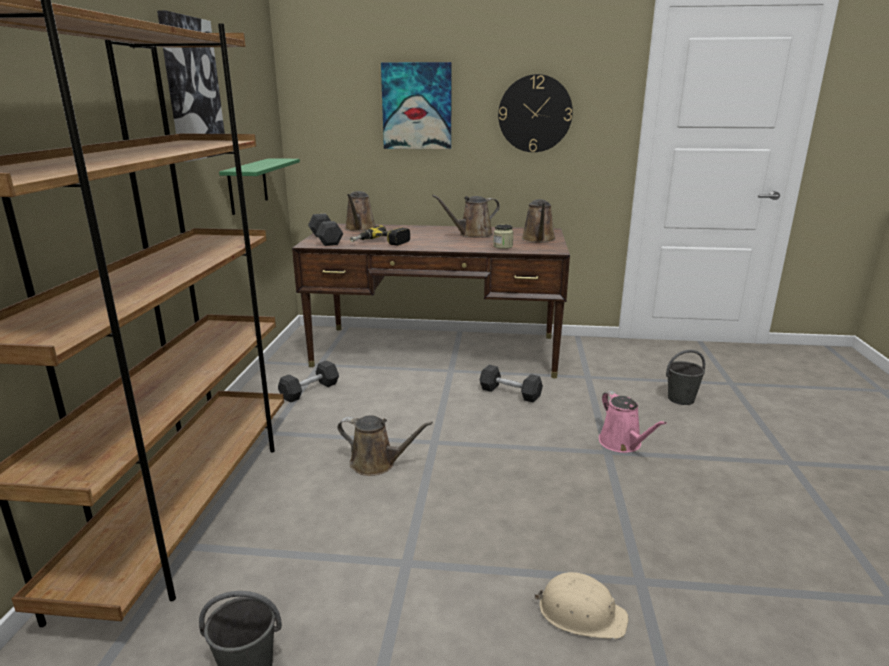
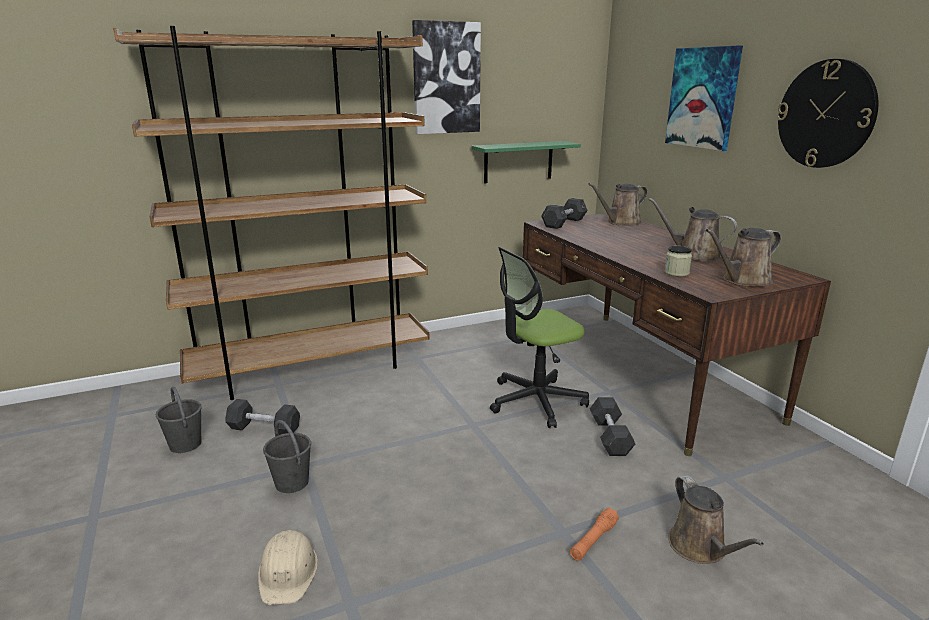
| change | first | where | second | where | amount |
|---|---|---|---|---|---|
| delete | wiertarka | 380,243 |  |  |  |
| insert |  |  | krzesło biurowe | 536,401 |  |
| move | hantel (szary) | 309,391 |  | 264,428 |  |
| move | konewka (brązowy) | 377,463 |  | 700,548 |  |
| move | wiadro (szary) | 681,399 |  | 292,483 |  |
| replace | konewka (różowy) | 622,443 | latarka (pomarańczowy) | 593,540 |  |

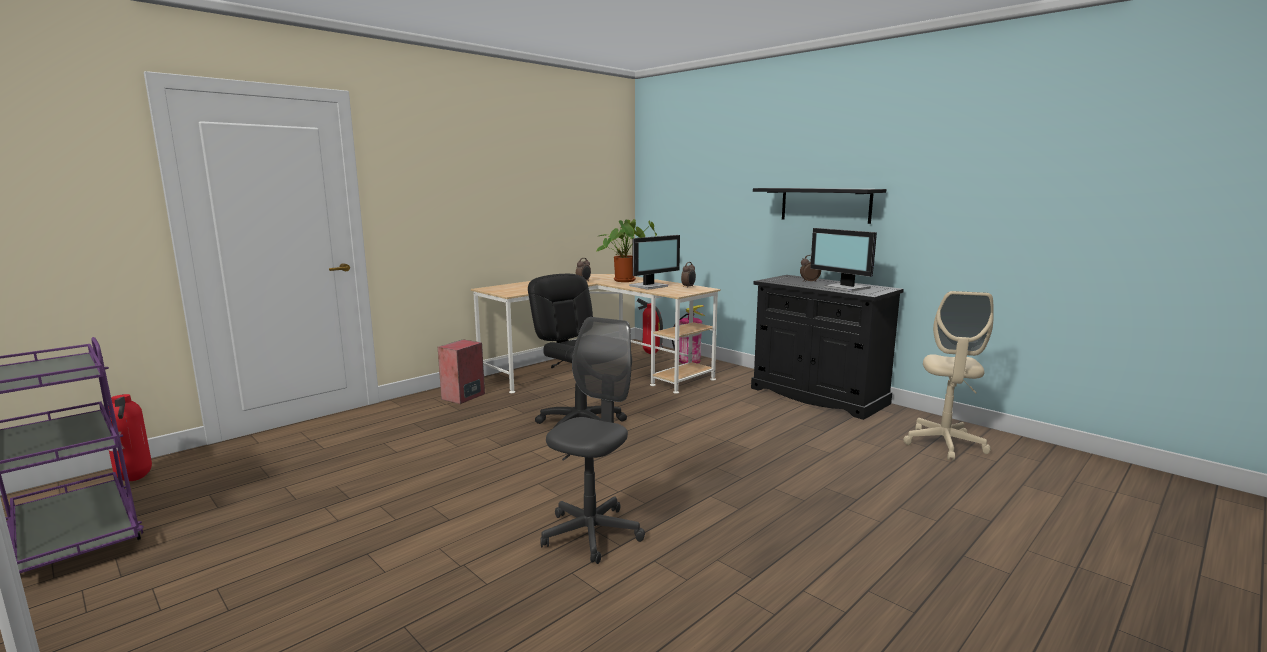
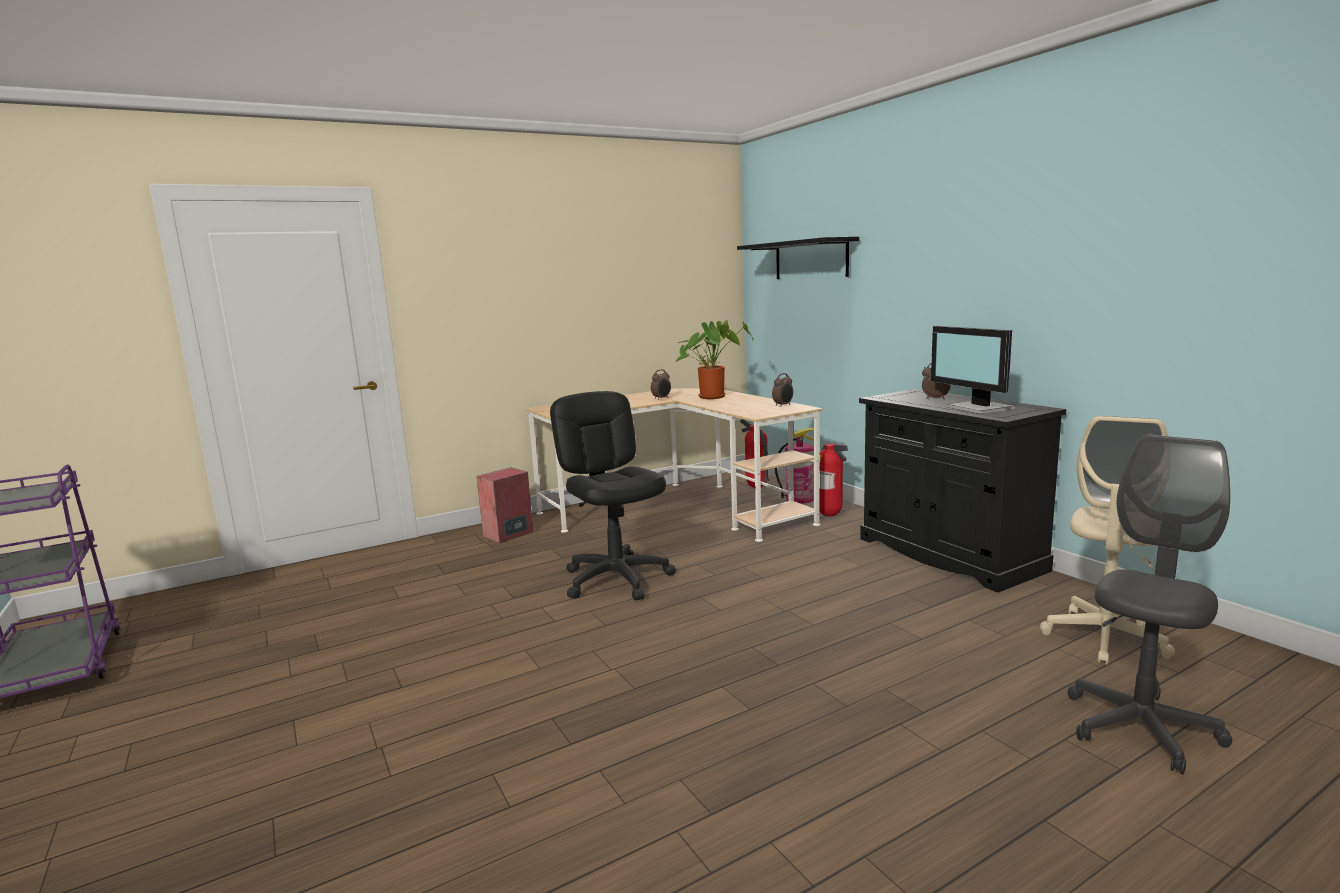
| change | first | where | second | where | amount |
|---|---|---|---|---|---|
| delete | monitor | 650,286 |  |  |  |
| move | gaśnica | 136,479 |  | 830,515 |  |
| move | krzesło biurowe (szary) | 591,534 |  | 1140,728 |  |
| move | półka (czarny) | 825,205 |  | 811,259 |  |

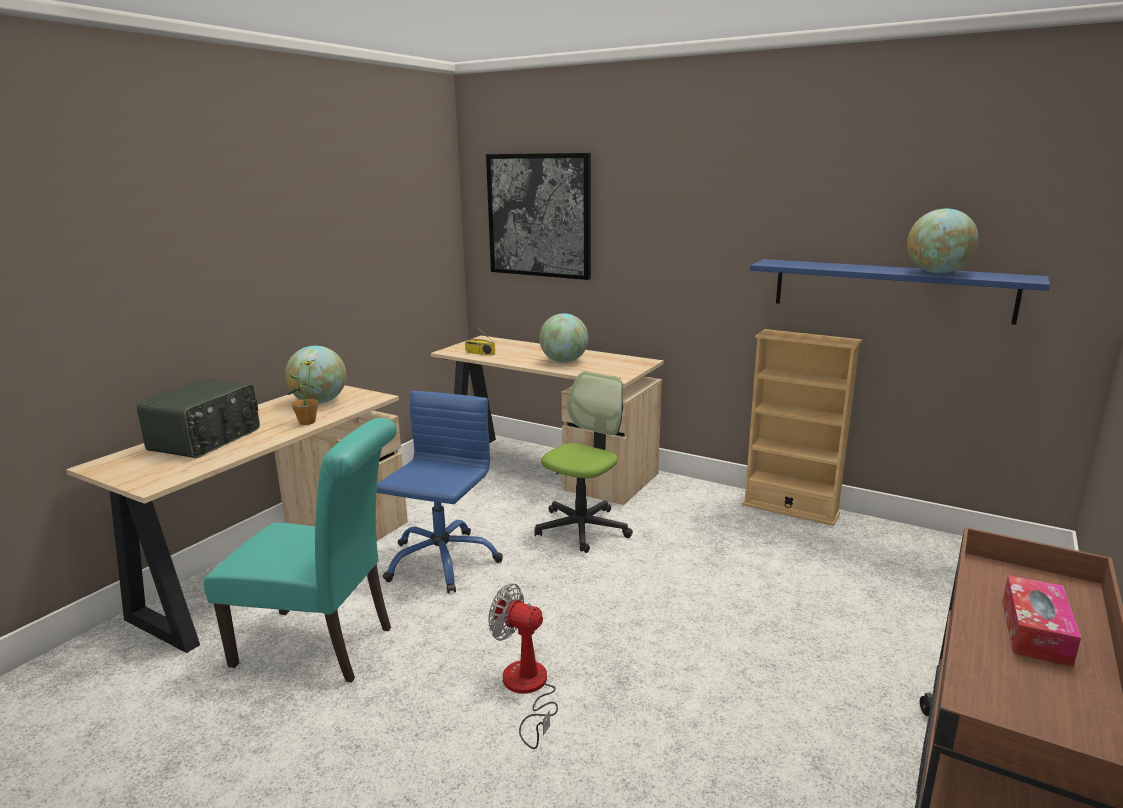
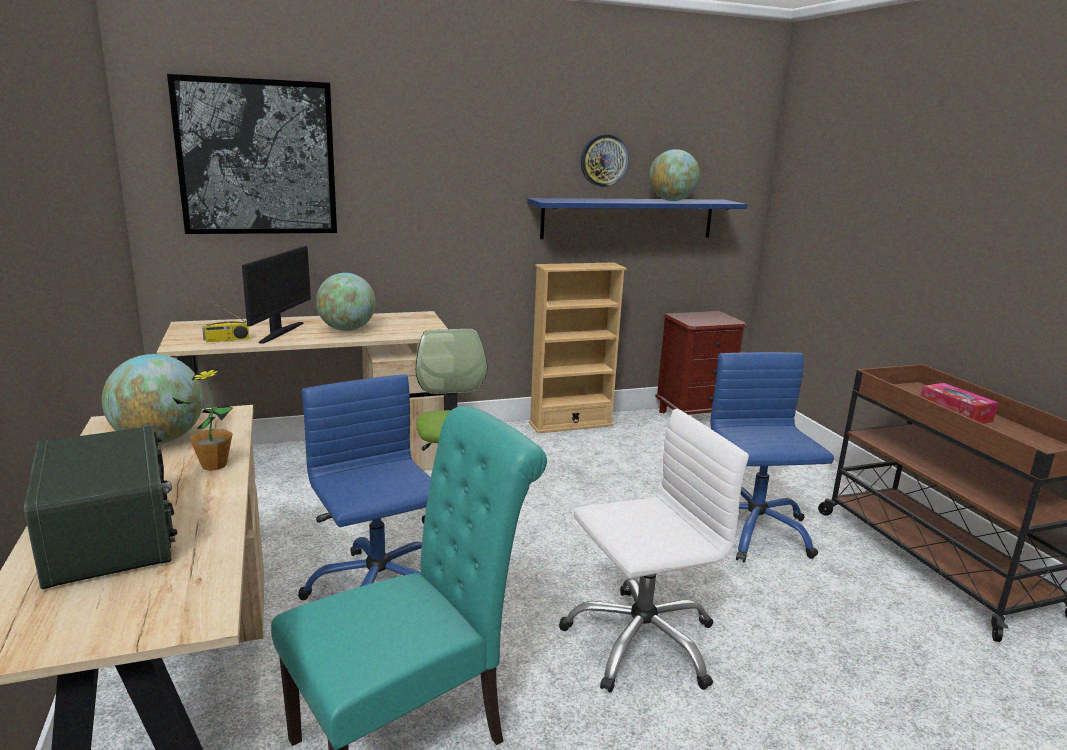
| change | first | where | second | where | amount |
|---|---|---|---|---|---|
| insert |  |  | monitor | 279,332 |  |
| insert |  |  | zegar ścienny | 604,160 |  |
| insert |  |  | szafka nocna (brązowy) | 694,416 |  |
| insert |  |  | krzesło biurowe (niebieski) | 753,531 |  |
| replace | wentylator | 527,690 | krzesło biurowe (biały) | 641,641 |  |

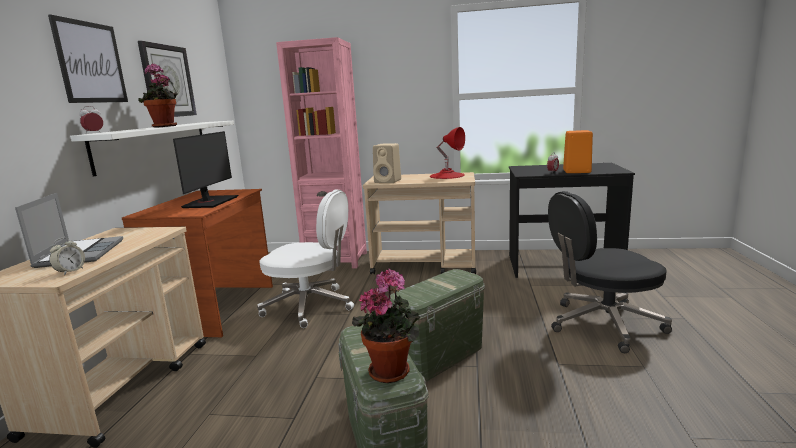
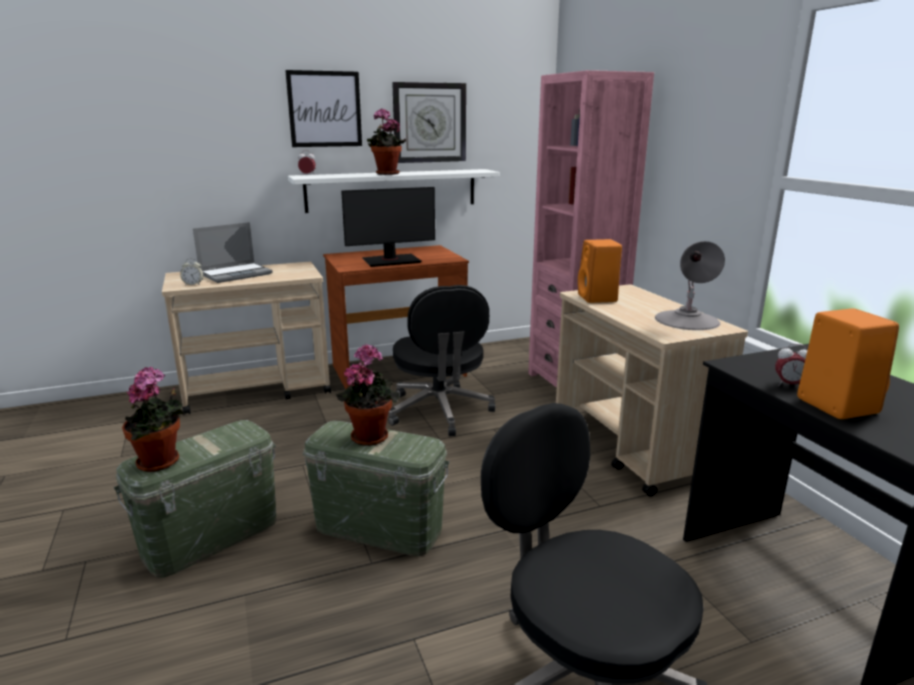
| change | first | where | second | where | amount |
|---|---|---|---|---|---|
| insert |  |  | roślina doniczkowa | 370,435 |  |
| recolor | krzesło biurowe (biały) | 310,306 | krzesło biurowe (czarny) | 440,411 |  |
| recolor | głośnik (beżowy) | 388,181 | głośnik (pomarańczowy) | 598,298 |  |
| recolor | lampa stołowa (czerwony) | 447,175 | lampa stołowa (szary) | 687,320 |  |

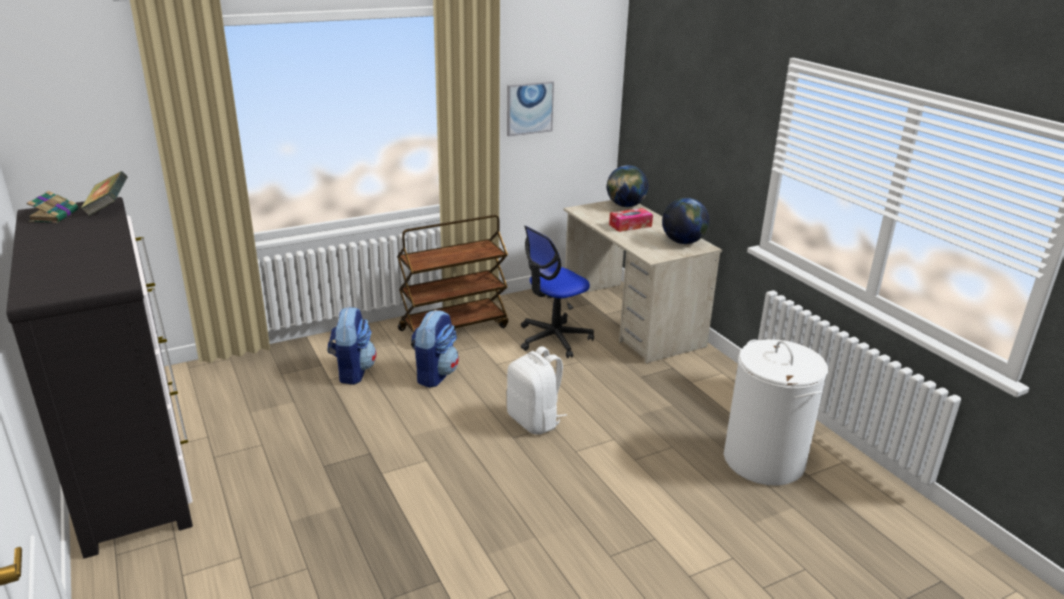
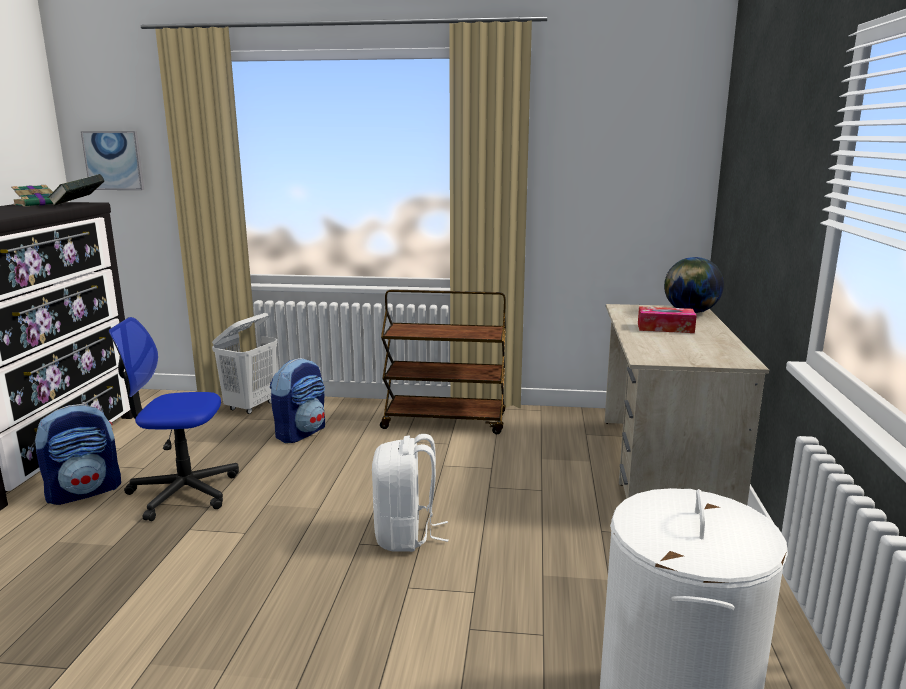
| change | first | where | second | where | amount |
|---|---|---|---|---|---|
| delete | globus | 683,242 |  |  |  |
| insert |  |  | kosz na pranie (biały) | 251,407 |  |
| move | plecak | 435,374 |  | 85,491 |  |
| move | obraz | 529,108 |  | 114,160 |  |
| move | krzesło biurowe | 554,339 |  | 183,492 |  |

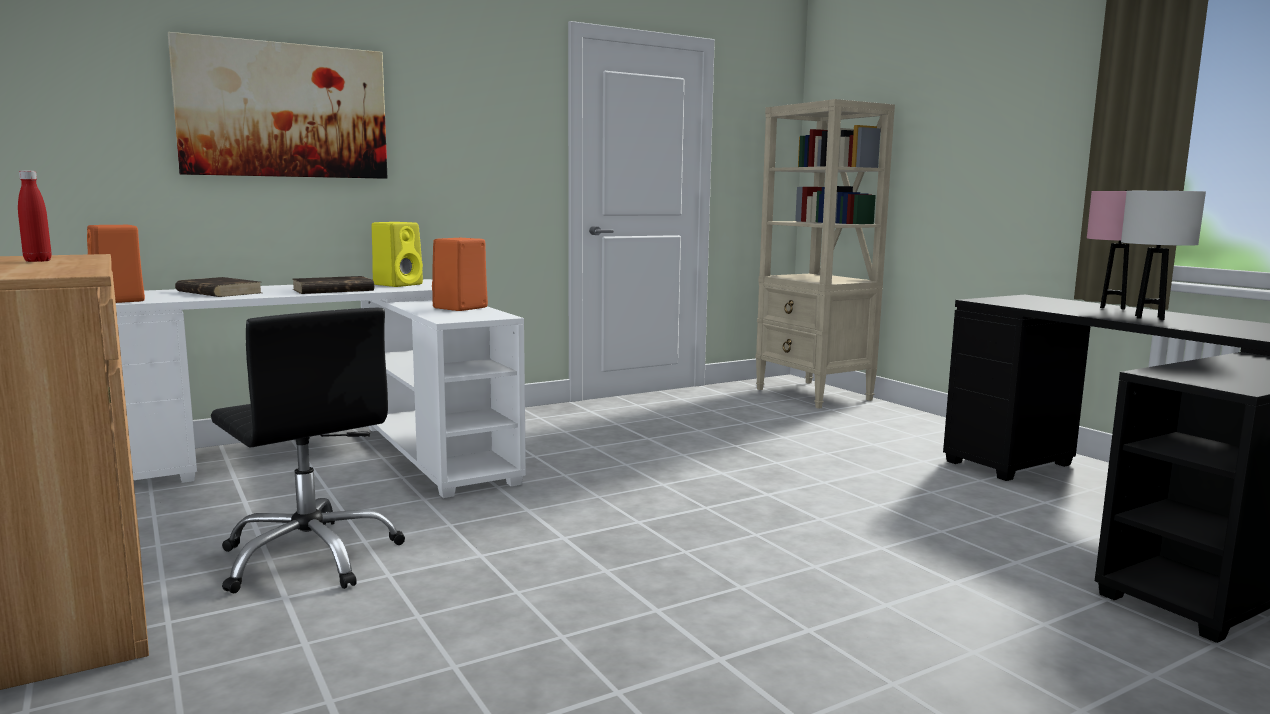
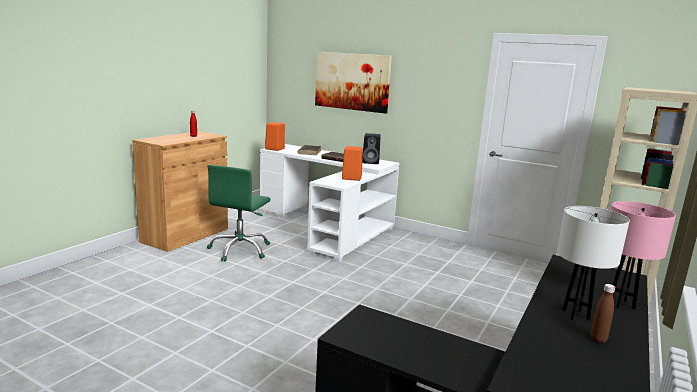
| change | first | where | second | where | amount |
|---|---|---|---|---|---|
| insert |  |  | butelka (brązowy) | 598,339 |  |
| recolor | krzesło biurowe (czarny) | 310,557 | krzesło biurowe (zielony) | 240,250 |  |
| recolor | głośnik (żółty) | 399,284 | głośnik (czarny) | 371,162 |  |

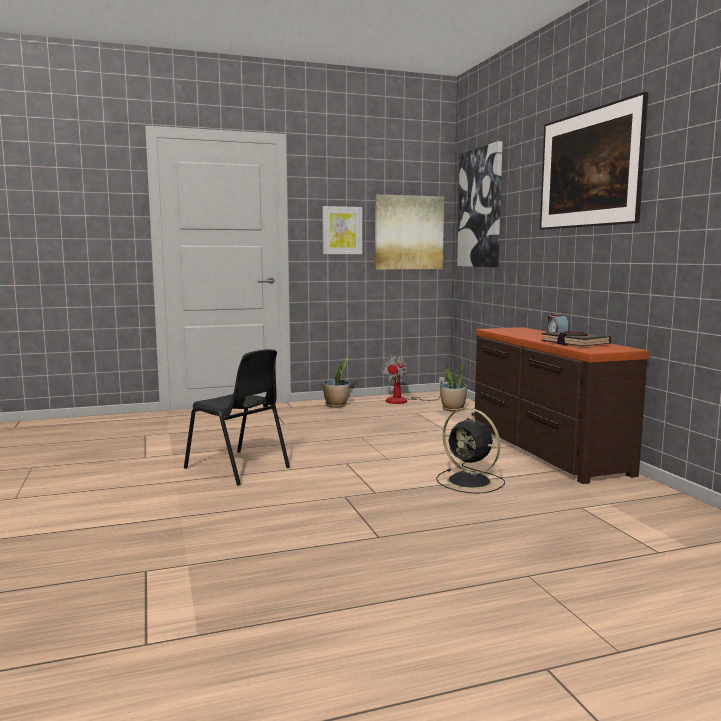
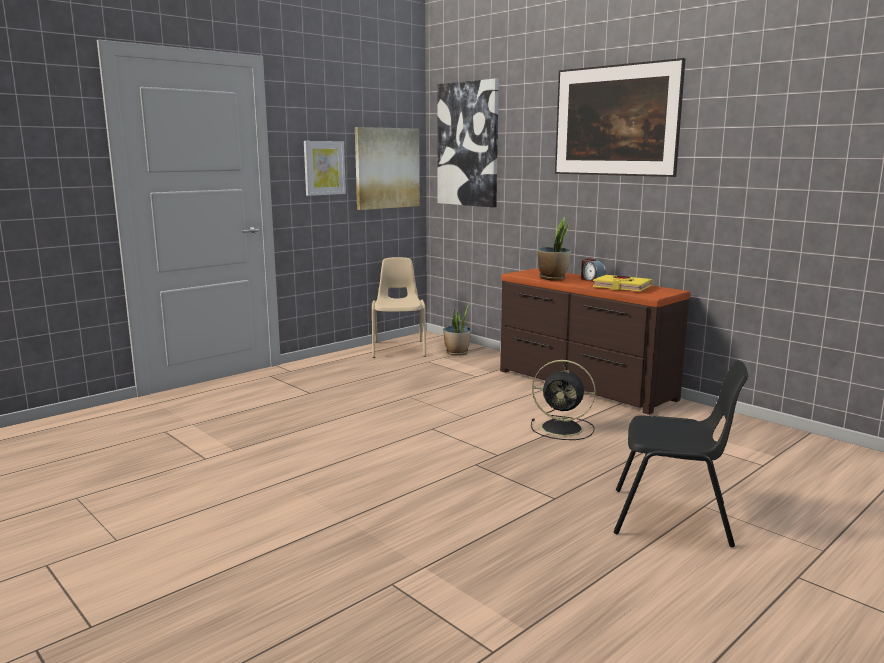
| change | first | where | second | where | amount |
|---|---|---|---|---|---|
| move | krzesło (czarny) | 238,468 |  | 673,518 |  |
| move | roślina doniczkowa | 336,405 |  | 553,278 |  |
| replace | wentylator | 404,401 | krzesło (beżowy) | 399,349 |  |
| recolor | książka (czarny) | 574,343 | książka (żółty) | 622,287 |  |

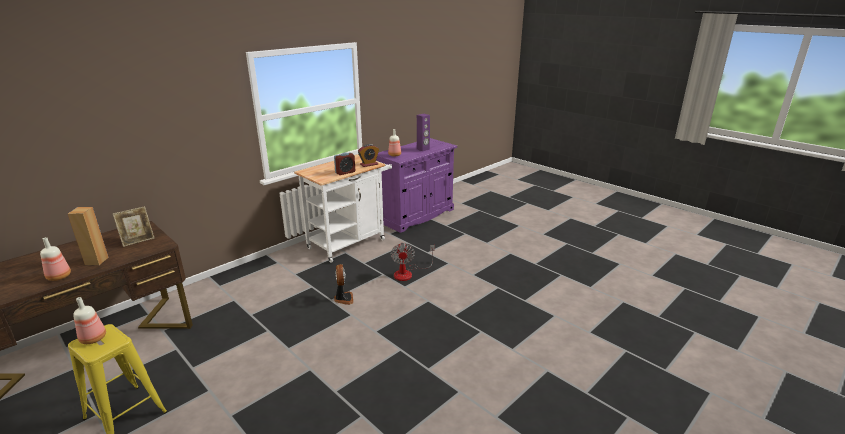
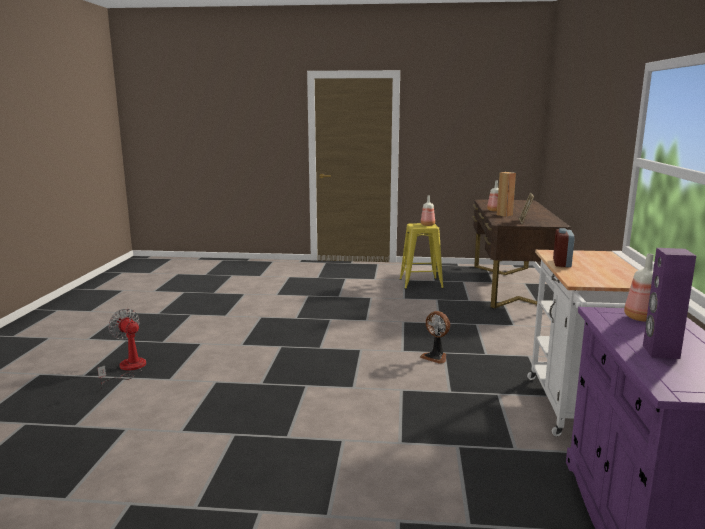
| change | first | where | second | where | amount |
|---|---|---|---|---|---|
| delete | budzik | 369,164 |  |  |  |
| move | wentylator | 408,273 |  | 128,369 |  |

